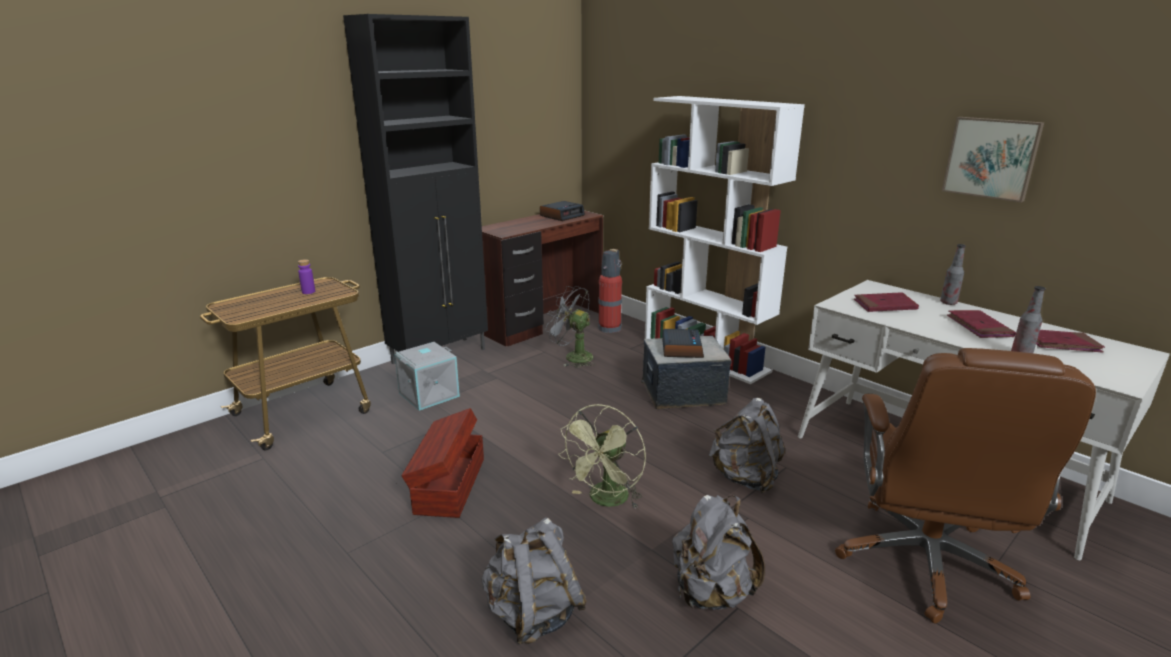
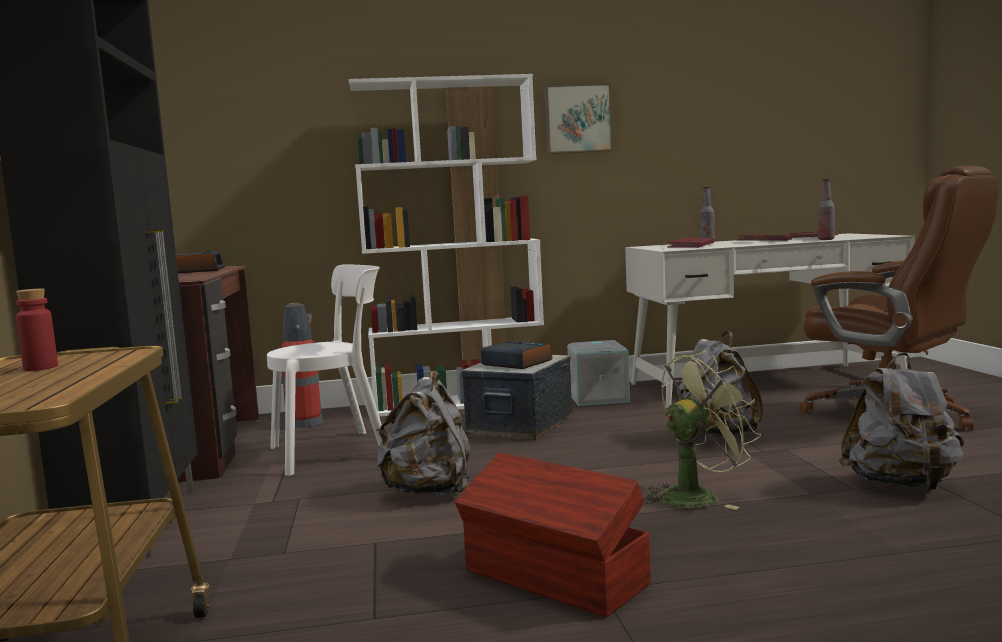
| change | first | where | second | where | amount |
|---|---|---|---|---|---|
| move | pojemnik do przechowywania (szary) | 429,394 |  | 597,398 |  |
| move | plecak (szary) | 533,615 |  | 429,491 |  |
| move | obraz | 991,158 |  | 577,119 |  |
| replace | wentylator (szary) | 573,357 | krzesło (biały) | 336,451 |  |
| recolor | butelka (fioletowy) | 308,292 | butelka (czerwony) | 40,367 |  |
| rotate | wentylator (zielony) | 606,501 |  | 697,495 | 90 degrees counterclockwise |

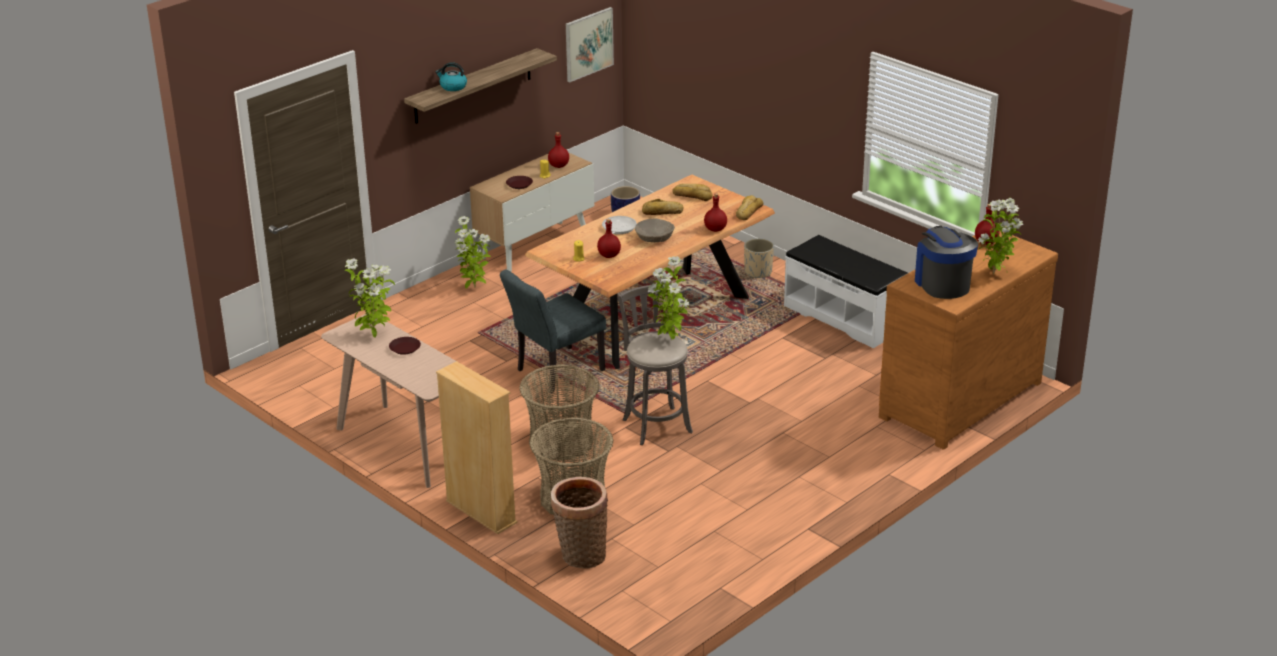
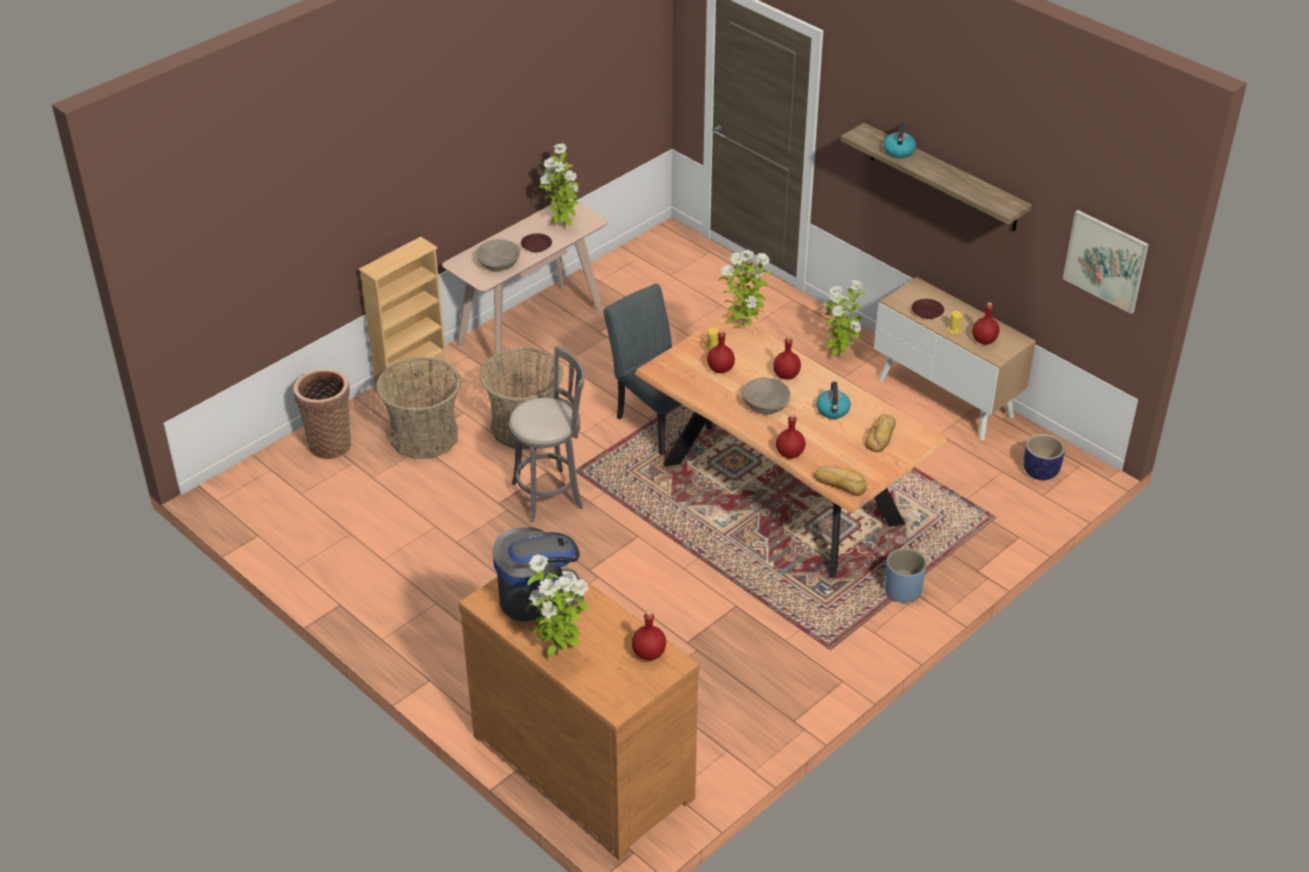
| change | first | where | second | where | amount |
|---|---|---|---|---|---|
| delete | ławka (biały) | 844,317 |  |  |  |
| insert |  |  | miska (beżowy) | 499,262 |  |
| move | roślina doniczkowa | 669,340 |  | 743,328 |  |
| replace | patelnia | 617,229 | butelka (czerwony) | 786,375 |  |
| replace | chleb | 662,212 | czajnik | 833,410 |  |
| recolor | donica (beżowy) | 758,272 | donica (niebieski) | 902,591 |  |

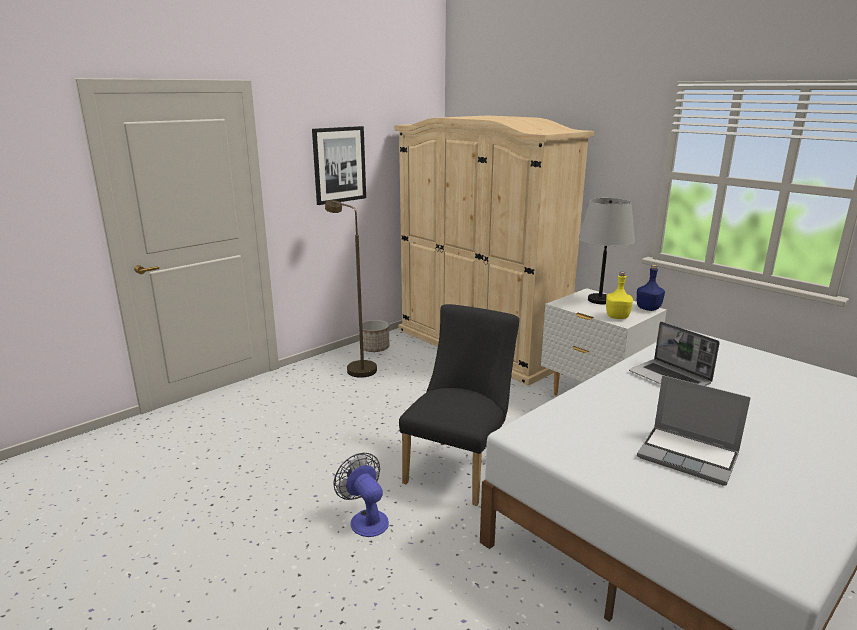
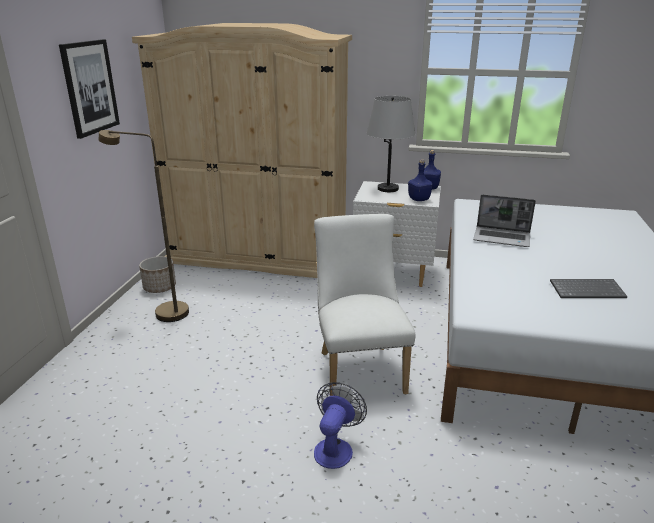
| change | first | where | second | where | amount |
|---|---|---|---|---|---|
| replace | laptop | 689,456 | klawiatura | 587,290 |  |
| recolor | krzesło (czarny) | 459,467 | krzesło (biały) | 359,368 |  |
| recolor | butelka (żółty) | 617,316 | butelka (niebieski) | 418,199 |  |
| rotate | wentylator | 365,519 |  | 335,447 | 90 degrees clockwise |

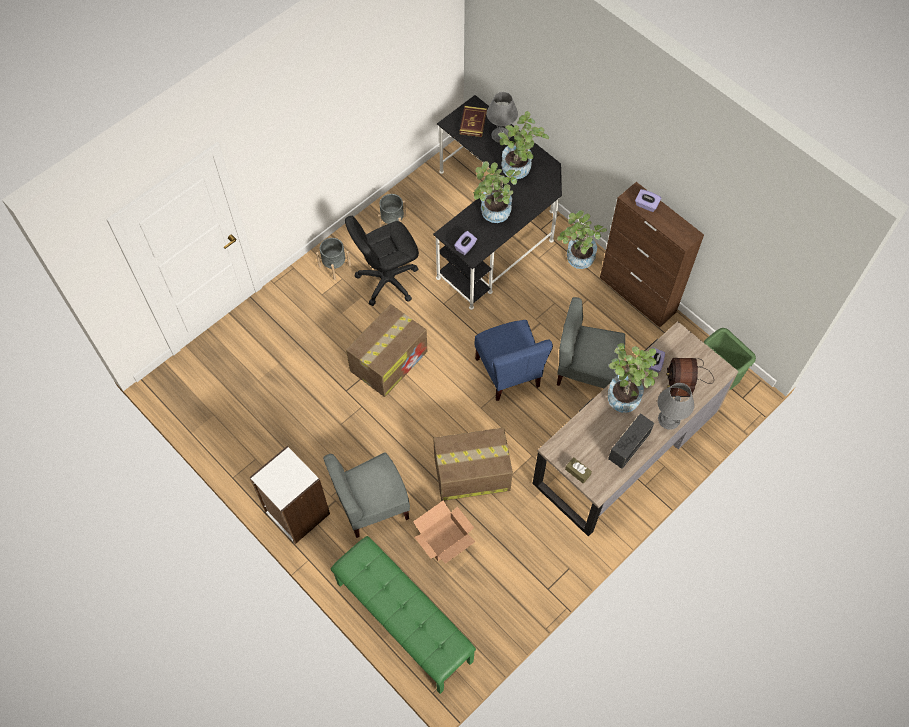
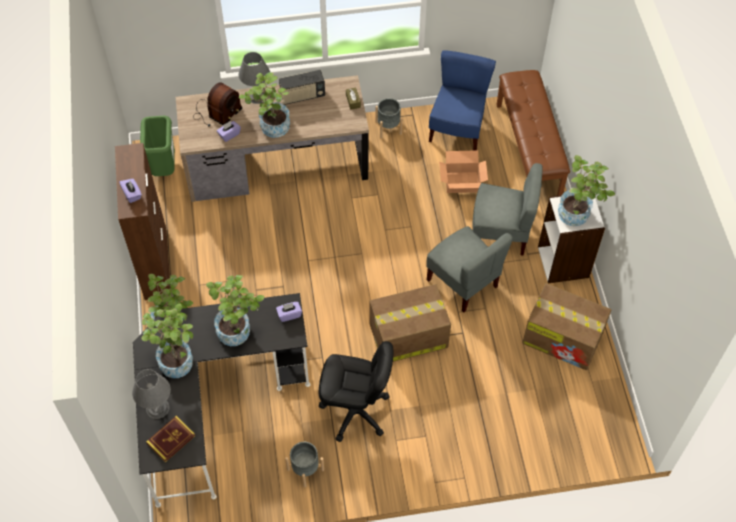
| change | first | where | second | where | amount |
|---|---|---|---|---|---|
| insert |  |  | roślina doniczkowa | 578,215 |  |
| move | donica (szary) | 335,266 |  | 388,128 |  |
| move | karton | 470,473 |  | 563,338 |  |
| move | krzesło (niebieski) | 509,372 |  | 457,129 |  |
| move | krzesło (szary) | 586,371 |  | 463,283 |  |
| recolor | ławka (zielony) | 403,622 | ławka (brązowy) | 529,150 |  |

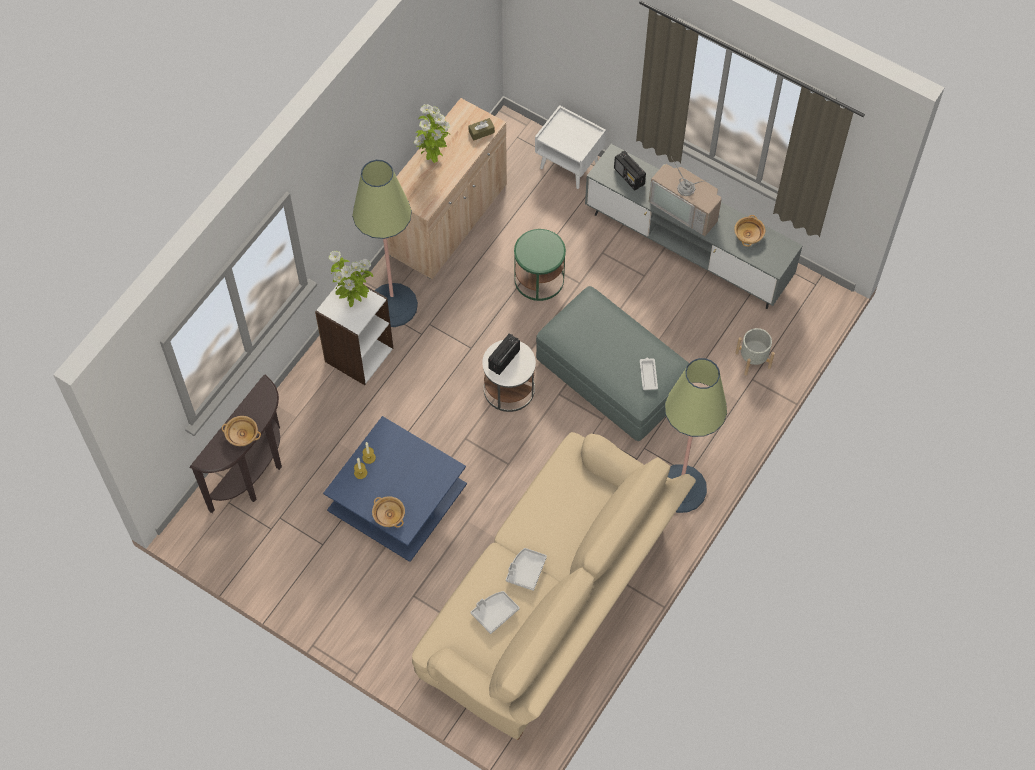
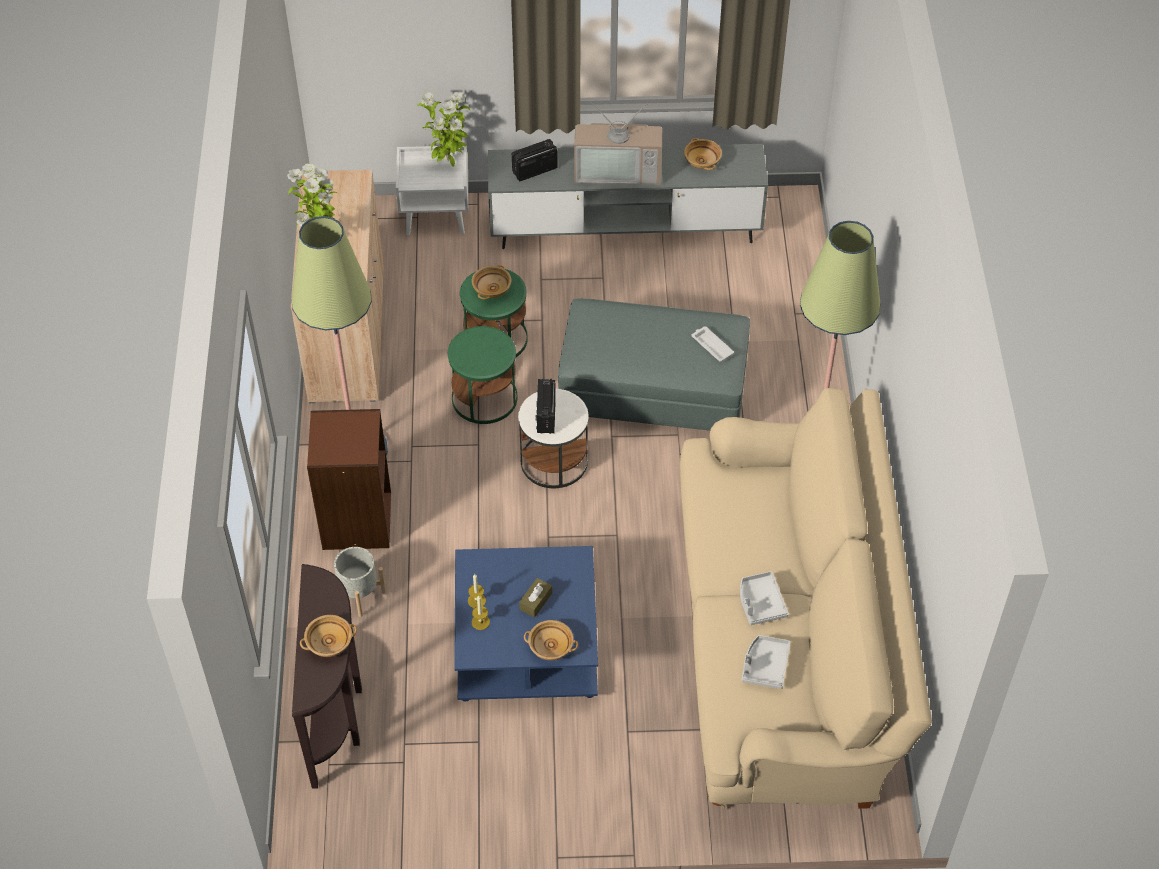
| change | first | where | second | where | amount |
|---|---|---|---|---|---|
| insert |  |  | stolik (zielony) | 485,397 |  |
| insert |  |  | miska (beżowy) | 491,288 |  |
| move | roślina doniczkowa | 353,300 |  | 448,162 |  |
| move | pudełko chusteczek (brązowy) | 481,132 |  | 535,601 |  |
| move | donica (szary) | 753,360 |  | 359,594 |  |
| recolor | regał (biały) | 358,354 | regał (brązowy) | 356,520 |  |
| rotate | radio | 629,177 |  | 534,170 | 135 degrees clockwise |

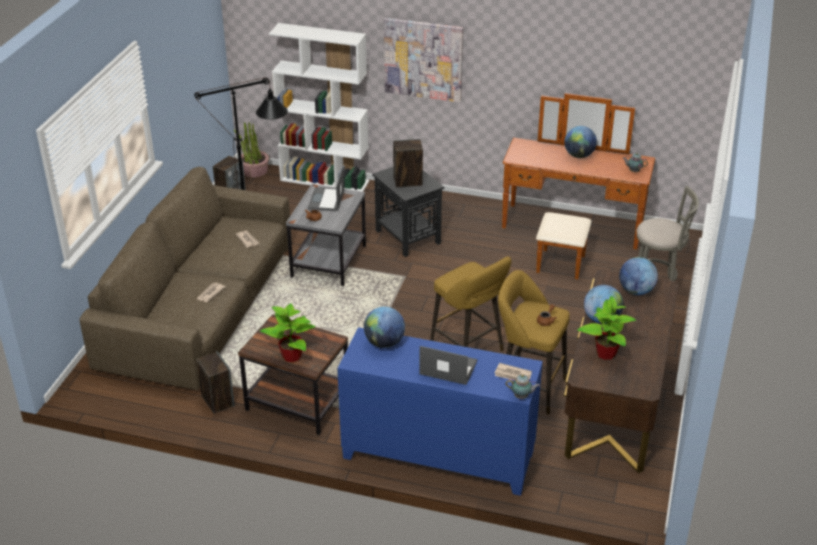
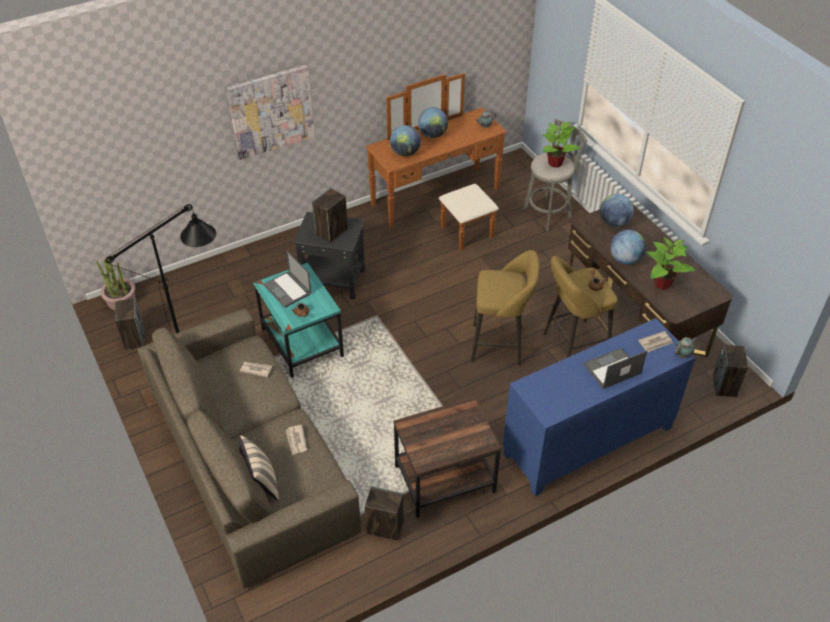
| change | first | where | second | where | amount |
|---|---|---|---|---|---|
| delete | regał (biały) | 325,180 |  |  |  |
| insert |  |  | poduszka (beżowy) | 261,483 |  |
| insert |  |  | głośnik | 724,385 |  |
| move | roślina doniczkowa | 292,356 |  | 555,163 |  |
| move | globus | 384,343 |  | 405,153 |  |
| recolor | stolik (szary) | 329,262 | stolik (turkusowy) | 303,343 |  |

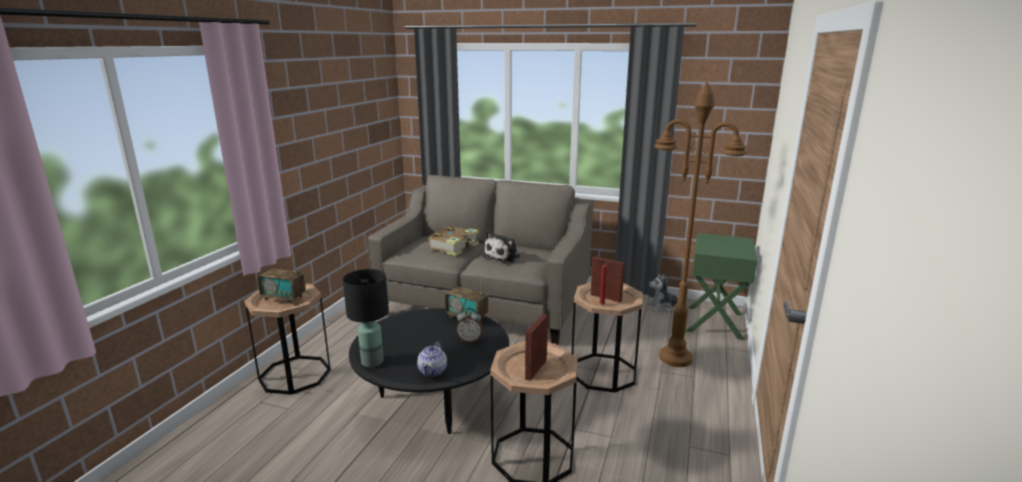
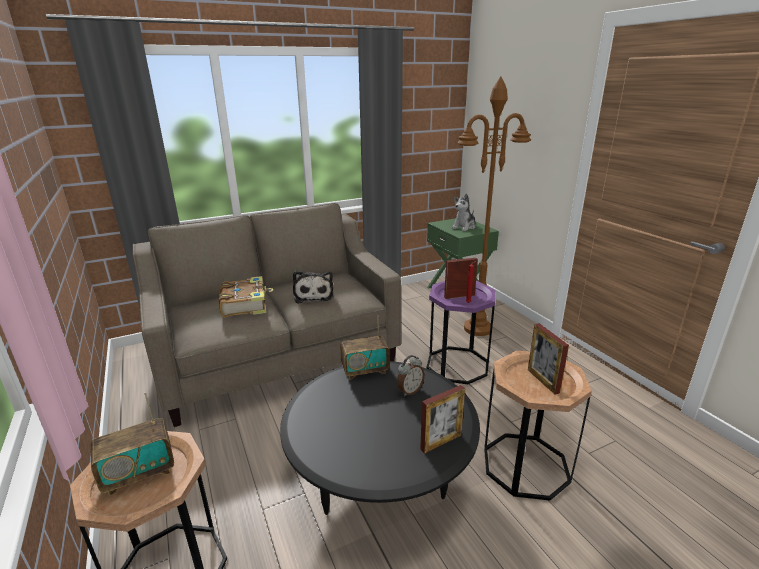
| change | first | where | second | where | amount |
|---|---|---|---|---|---|
| delete | lampa stołowa (czarny) | 371,362 |  |  |  |
| move | pluszak | 663,307 |  | 464,227 |  |
| replace | imbryk | 433,371 | ramka na zdjęcie | 441,442 |  |
| recolor | stolik (brązowy) | 603,372 | stolik (fioletowy) | 457,365 |  |

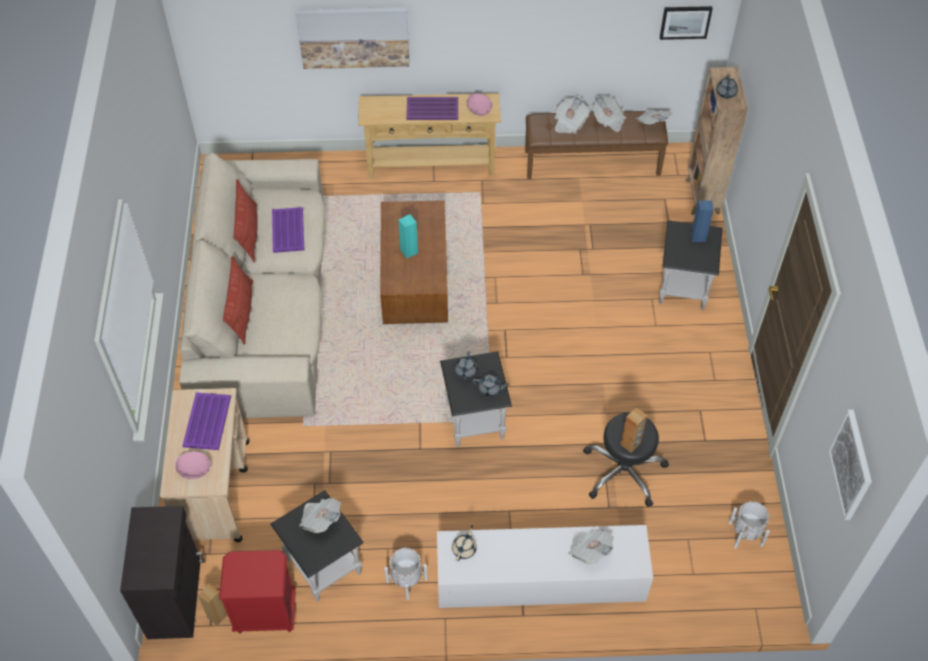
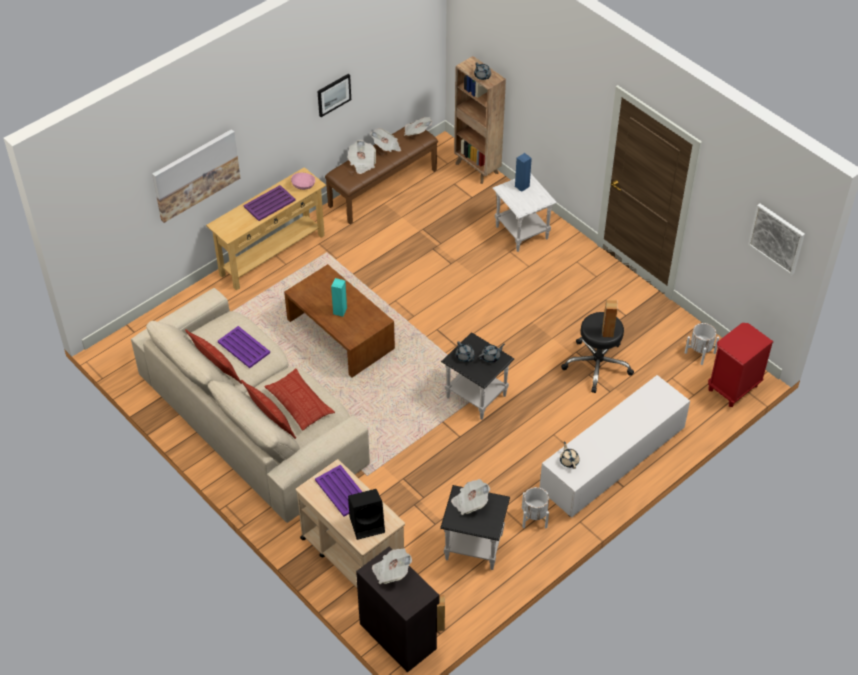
| change | first | where | second | where | amount |
|---|---|---|---|---|---|
| insert |  |  | poduszka | 299,403 |  |
| move | szafka nocna (czerwony) | 265,613 |  | 733,388 |  |
| move | gazeta | 589,550 |  | 391,571 |  |
| move | obraz | 685,22 |  | 333,94 |  |
| replace | miska (różowy) | 195,470 | głośnik (czarny) | 368,524 |  |
| recolor | stolik (czarny) | 683,287 | stolik (biały) | 521,232 |  |

